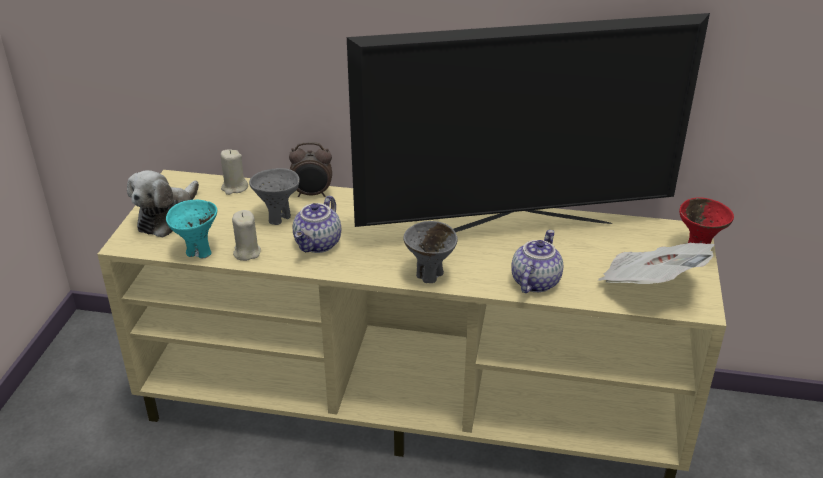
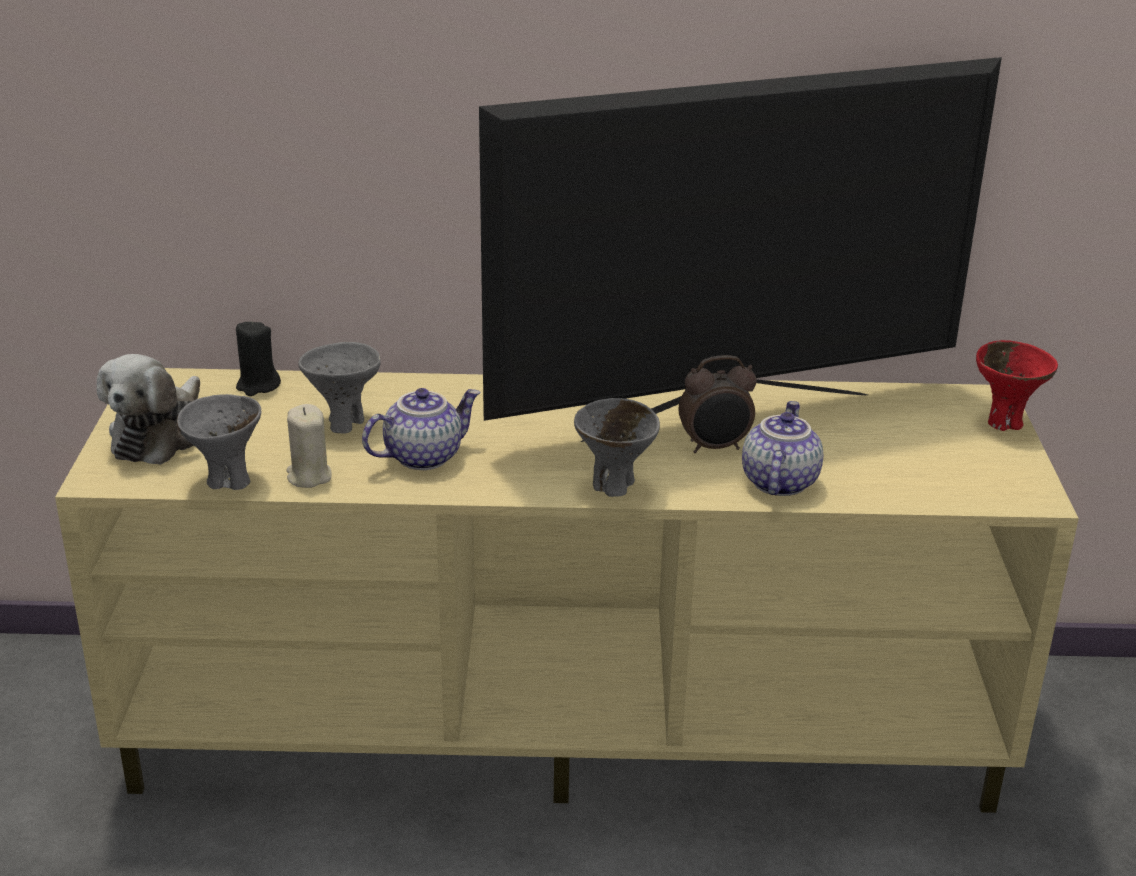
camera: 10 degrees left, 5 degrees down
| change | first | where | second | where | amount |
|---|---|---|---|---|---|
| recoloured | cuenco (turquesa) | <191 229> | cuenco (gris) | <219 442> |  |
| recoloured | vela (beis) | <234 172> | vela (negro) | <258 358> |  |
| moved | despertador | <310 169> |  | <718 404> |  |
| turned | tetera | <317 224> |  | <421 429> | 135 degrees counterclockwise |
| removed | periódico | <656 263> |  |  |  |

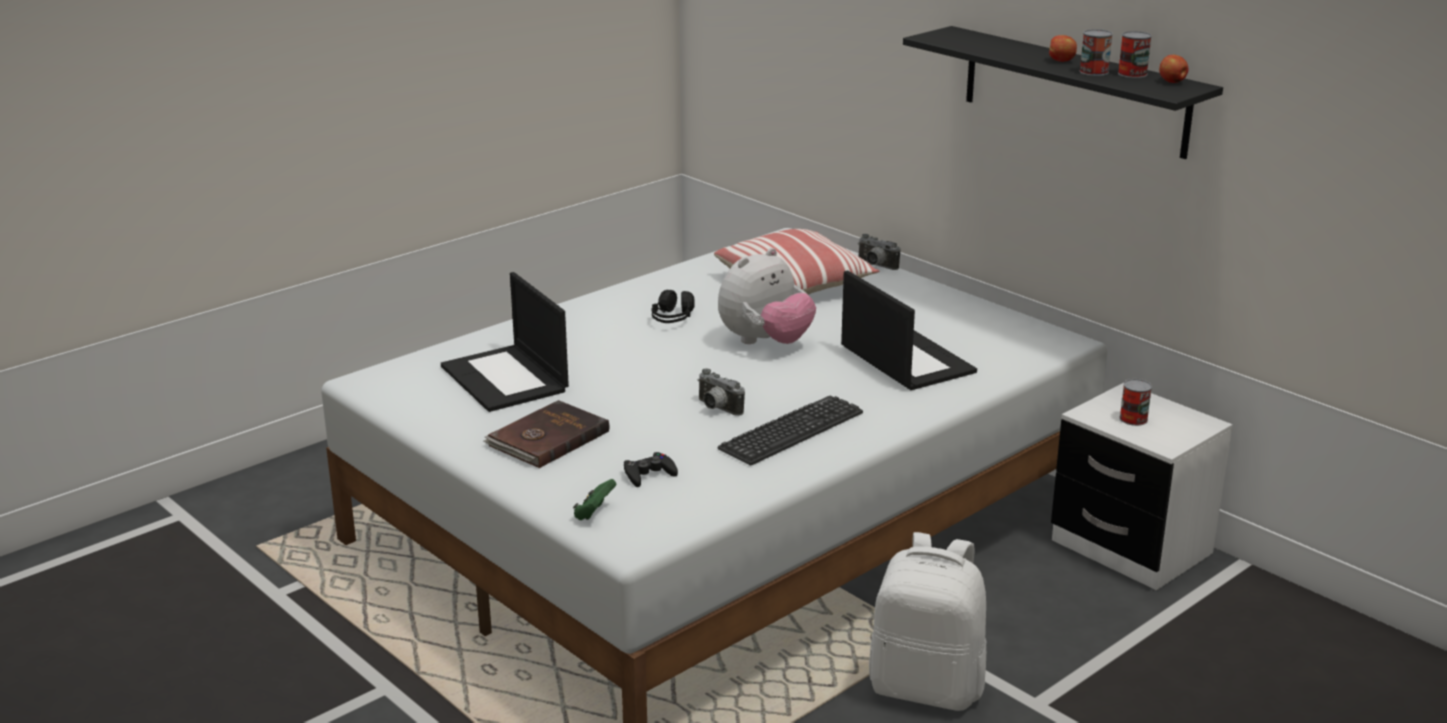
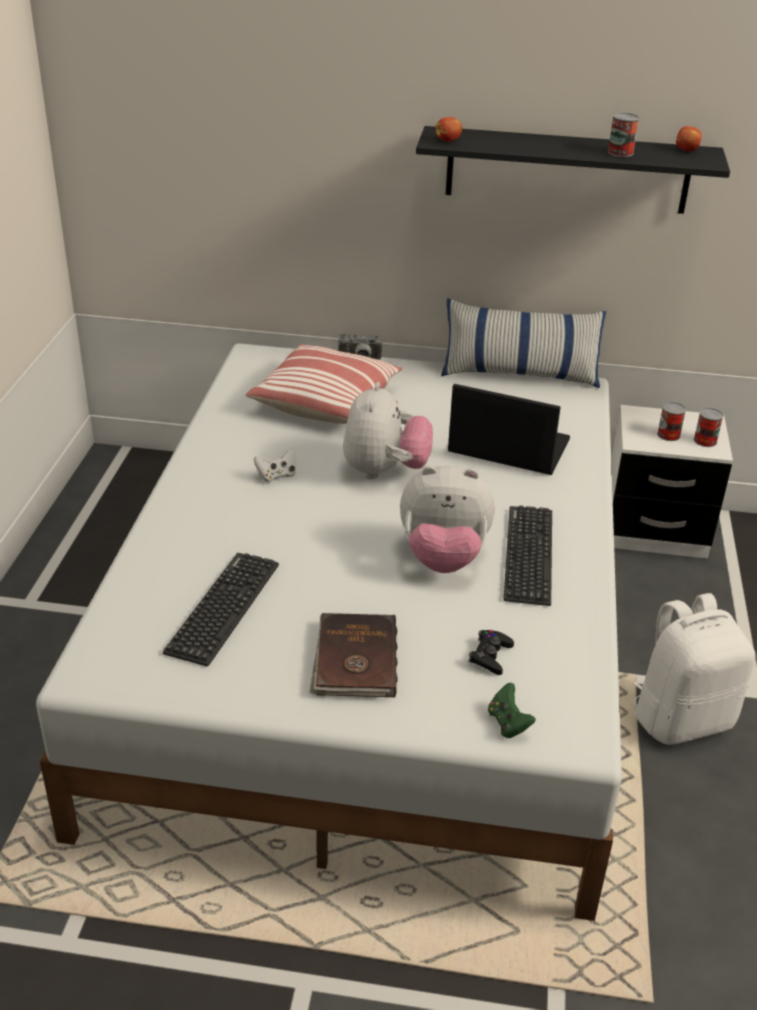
camera: 40 degrees left, 10 degrees up
| change | first | where | second | where | amount |
|---|---|---|---|---|---|
| replaced | portátil | <505 342> | teclado | <221 609> |  |
| replaced | auriculares (negro) | <673 306> | mando de consola (blanco) | <275 465> |  |
| replaced | cámara | <721 392> | peluche | <447 519> |  |
| moved | manzana | <1063 48> |  | <448 129> |  |
| moved | lata | <1135 54> |  | <709 427> |  |
| added |  |  | cojín | <523 343> |  |

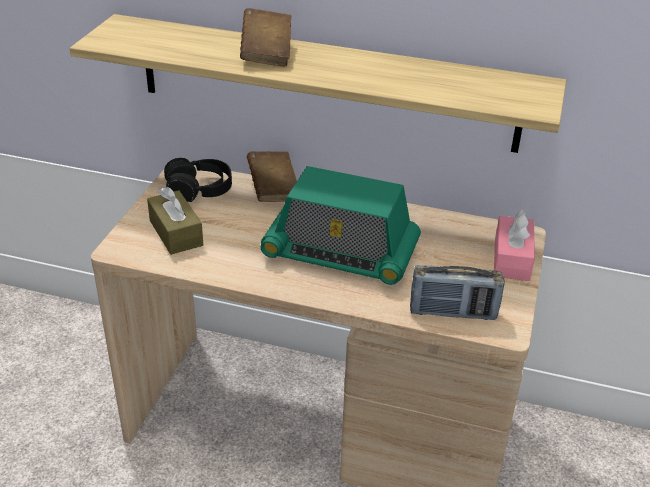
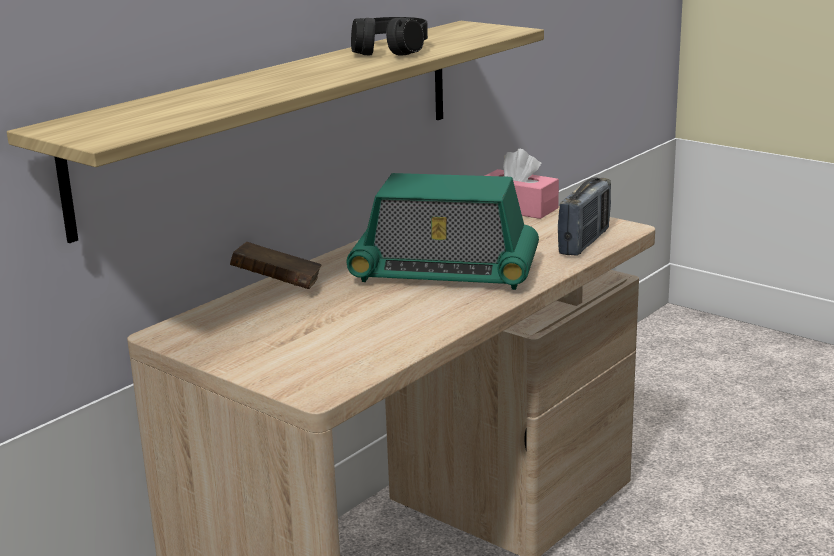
camera: 65 degrees left, 15 degrees down
| change | first | where | second | where | amount |
|---|---|---|---|---|---|
| removed | caja de pañuelos (marrón) | <175 221> |  |  |  |
| moved | auriculares (negro) | <198 180> |  | <389 36> |  |
| removed | libro (marrón) | <265 37> |  |  |  |
| turned | radio | <340 225> |  | <443 231> | 60 degrees clockwise |

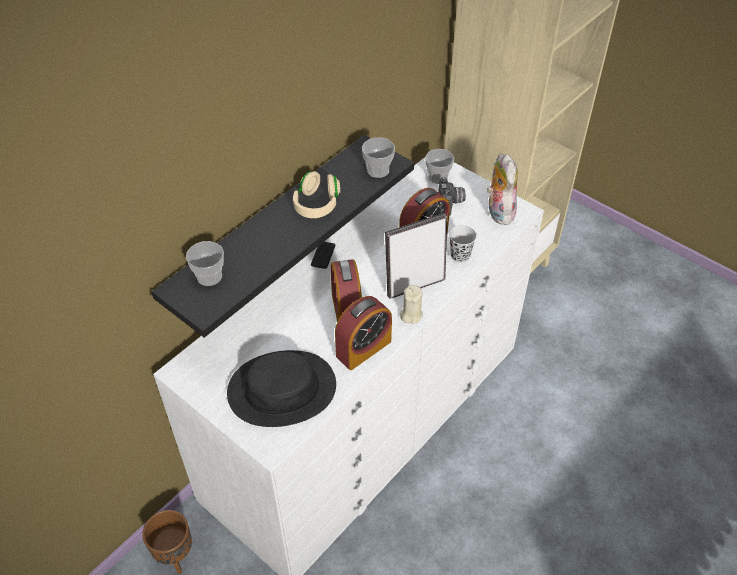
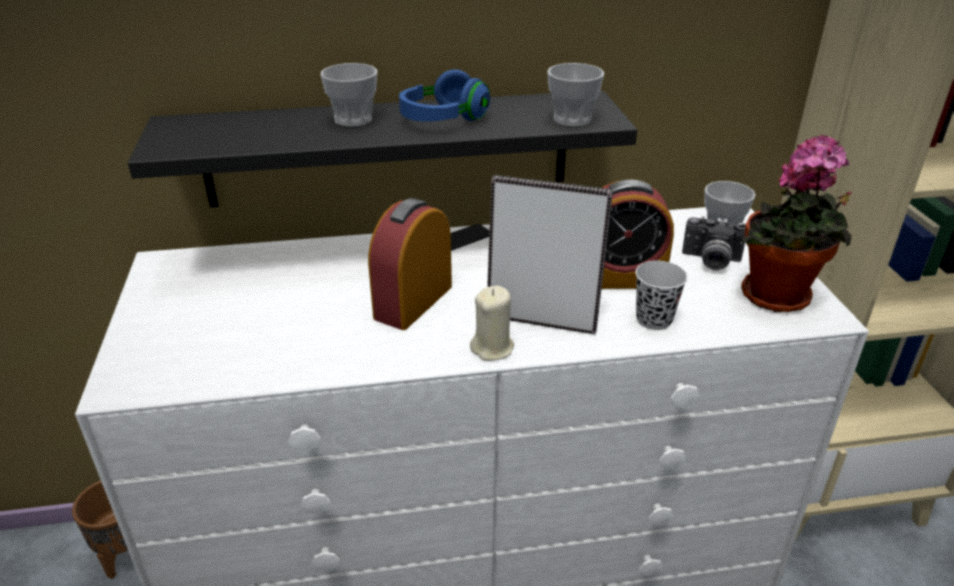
camera: 40 degrees right, 15 degrees down
| change | first | where | second | where | amount |
|---|---|---|---|---|---|
| moved | taza | <205 263> |  | <349 95> |  |
| removed | sombrero (negro) | <281 388> |  |  |  |
| recoloured | auriculares (beis) | <316 194> | auriculares (azul) | <444 95> |  |
| removed | despertador | <363 333> |  |  |  |
| turned | cámara | <452 196> |  | <714 243> | 75 degrees clockwise |
| replaced | peluche | <502 189> | planta en maceta | <796 223> |  |

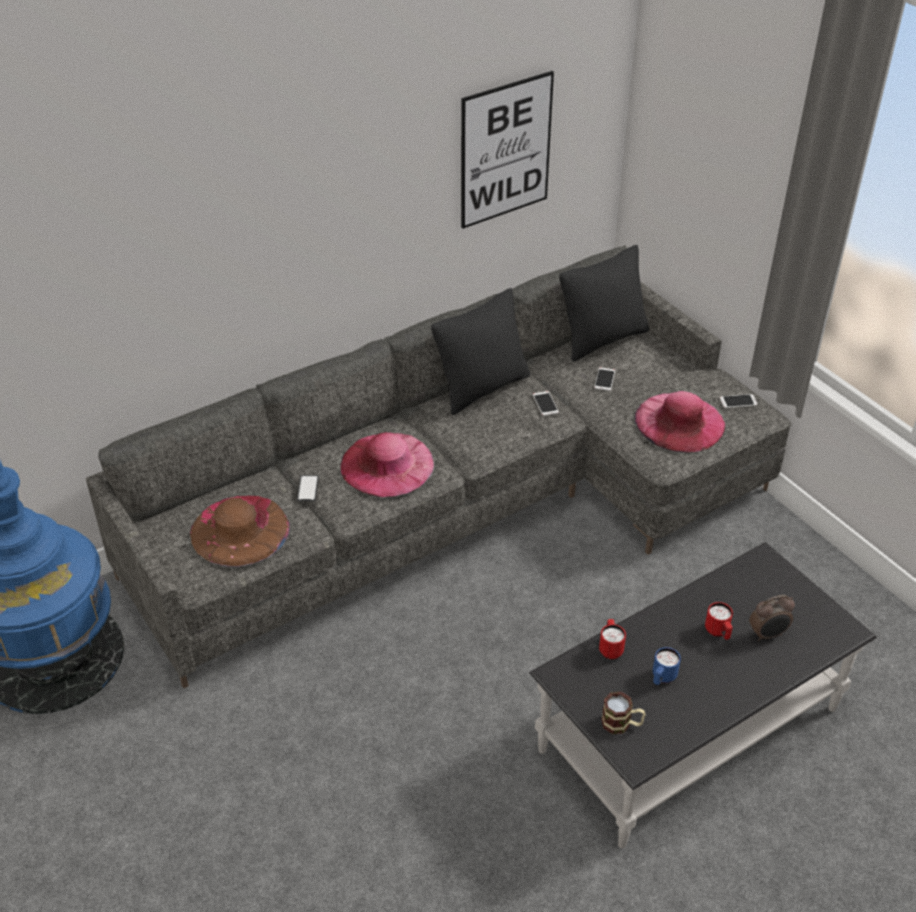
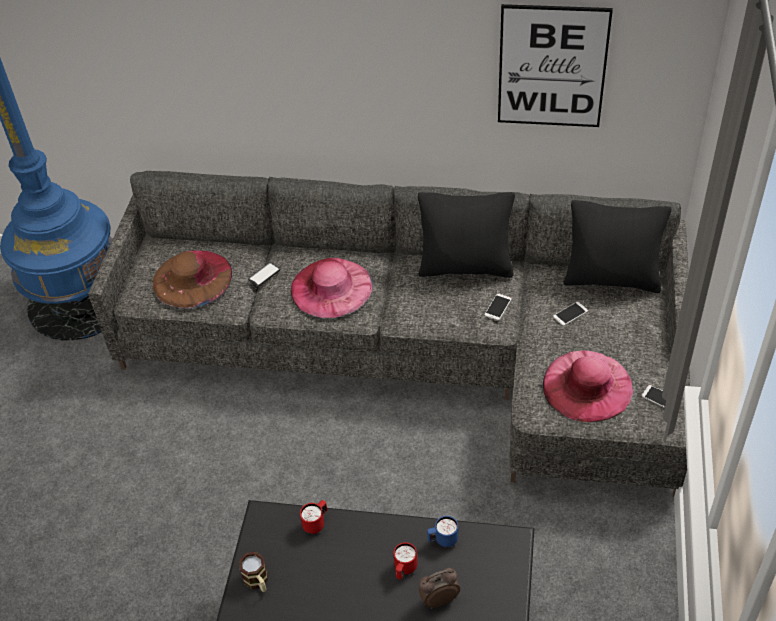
camera: 45 degrees right, 5 degrees up
| change | first | where | second | where | amount |
|---|---|---|---|---|---|
| moved | taza grande (azul) | <667 666> |  | <442 531> |  |
| turned | despertador | <772 618> |  | <439 588> | 135 degrees clockwise |

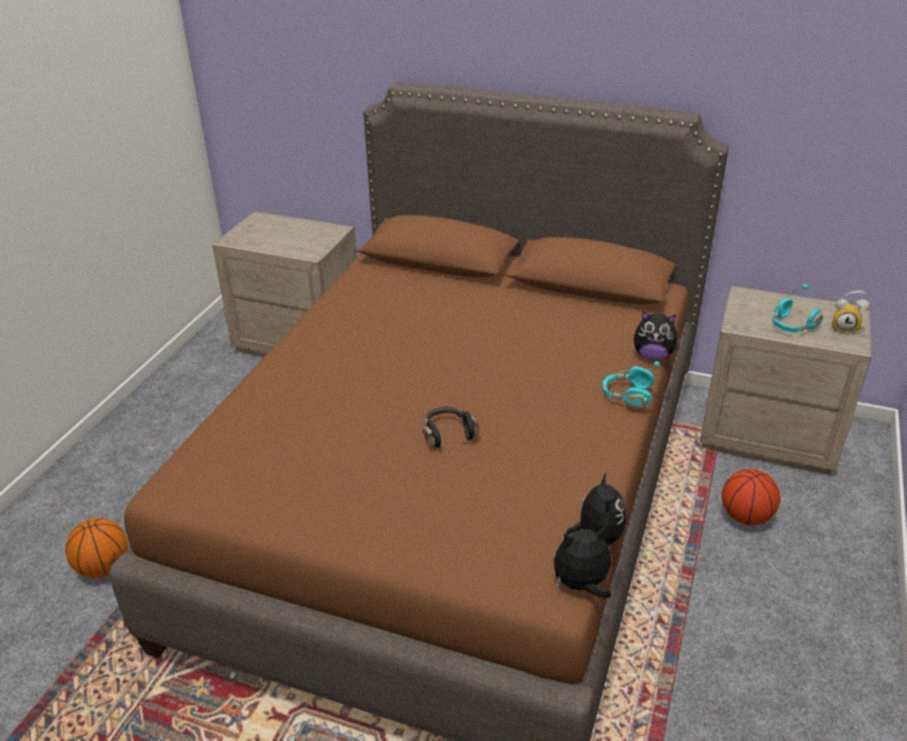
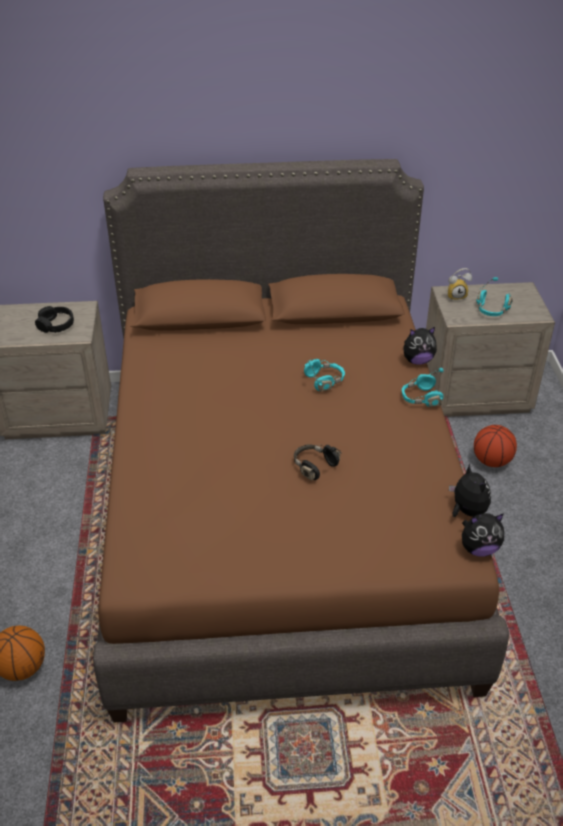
camera: 25 degrees left, 5 degrees up
| change | first | where | second | where | amount |
|---|---|---|---|---|---|
| turned | peluche | <582 561> |  | <483 535> | 150 degrees counterclockwise |
| moved | despertador | <851 312> |  | <460 284> |  |
| added |  |  | auriculares (negro) | <54 319> |  |
| added |  |  | auriculares (turquesa) | <324 375> |  |

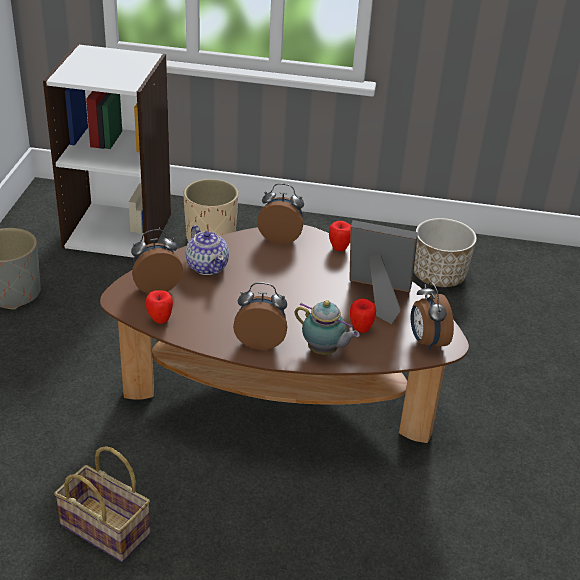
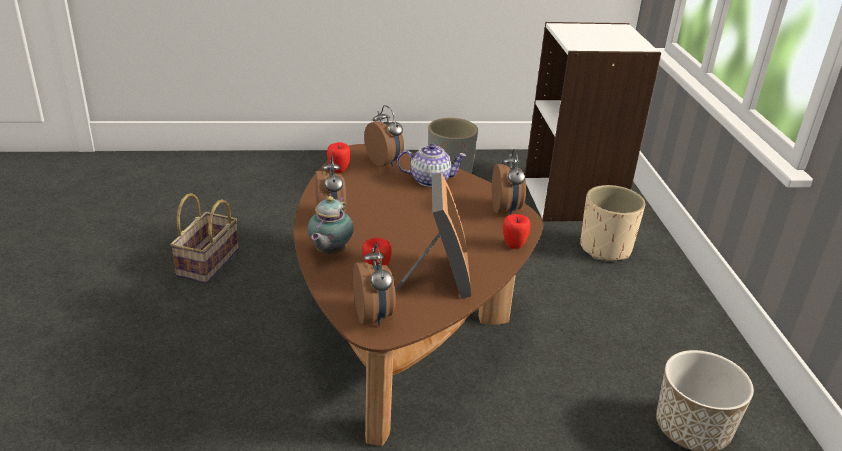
camera: 75 degrees right, 5 degrees down
| change | first | where | second | where | amount |
|---|---|---|---|---|---|
| turned | tetera | <207 250> |  | <432 165> | 135 degrees counterclockwise |
| turned | despertador | <432 316> |  | <374 285> | 105 degrees clockwise |

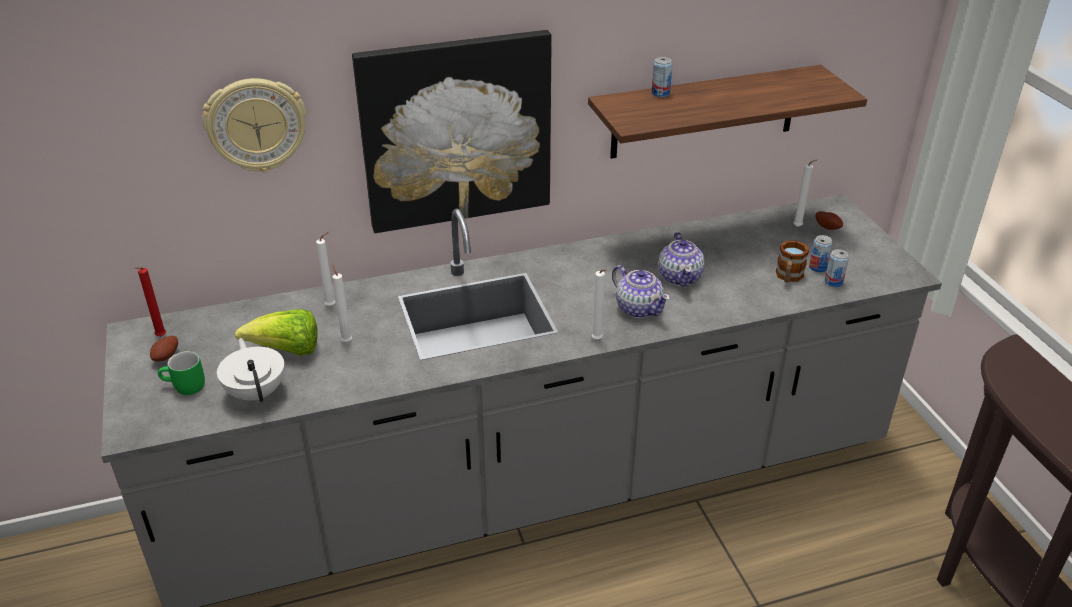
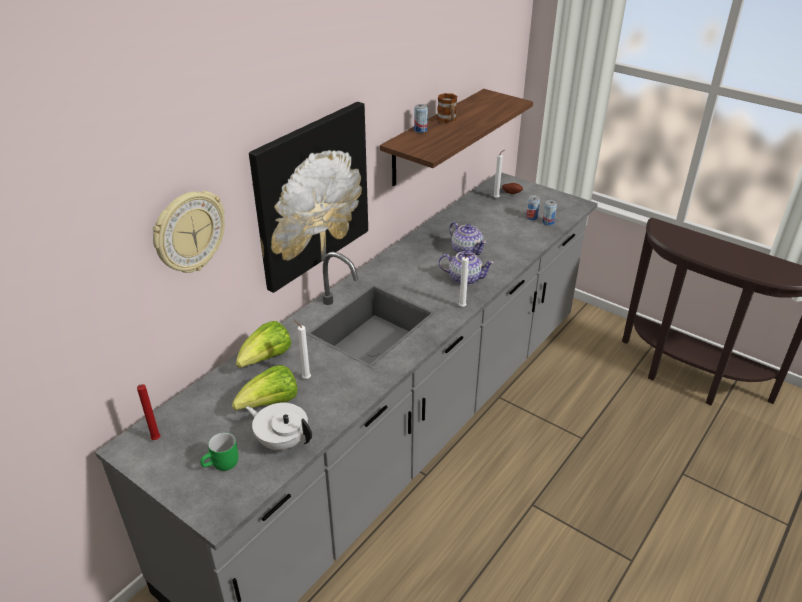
camera: 35 degrees left, 0 degrees up
| change | first | where | second | where | amount |
|---|---|---|---|---|---|
| removed | patata | <164 348> |  |  |  |
| replaced | vela (blanco) | <325 269> | lechuga | <263 344> |  |
| moved | taza grande | <792 262> |  | <447 108> |  |

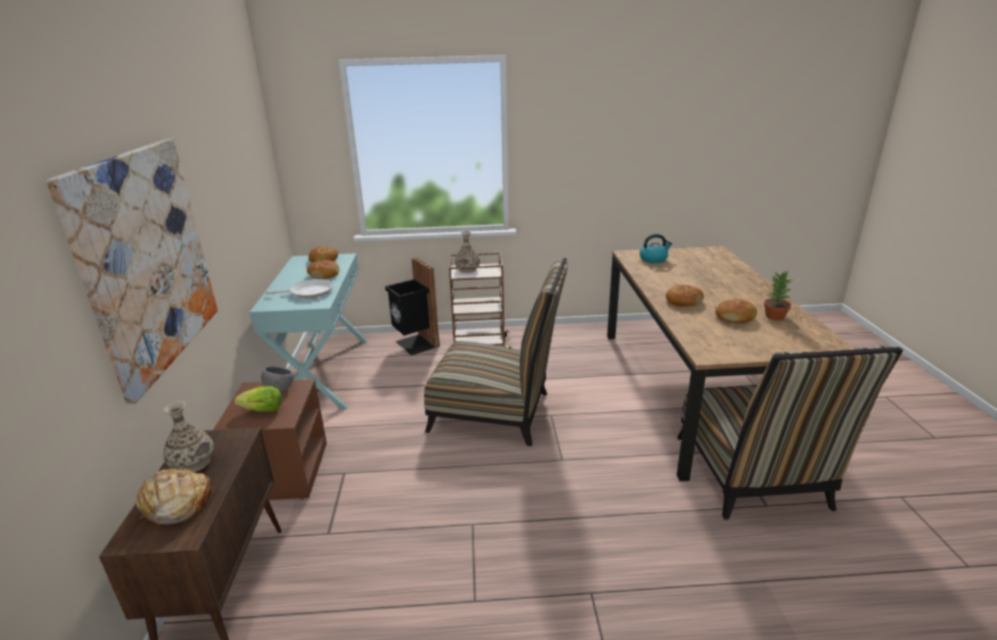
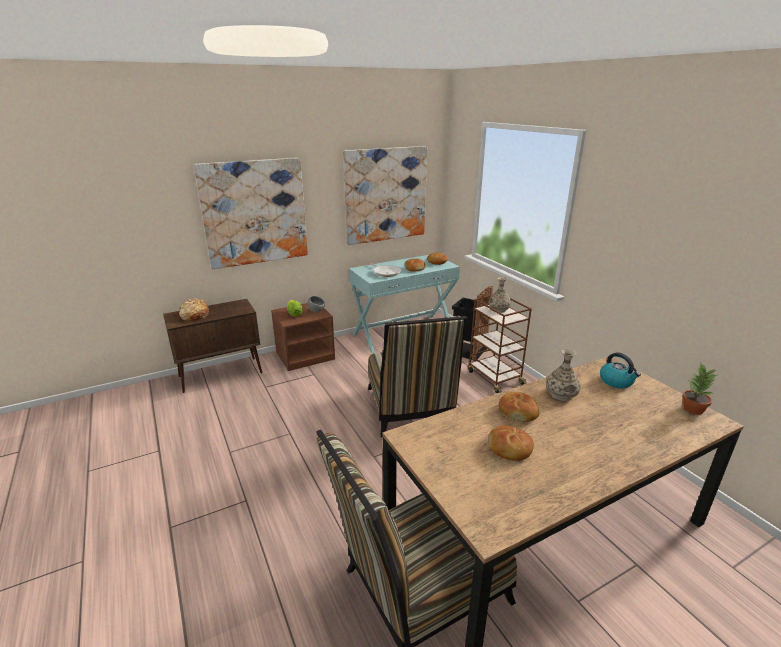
camera: 65 degrees right, 0 degrees up
| change | first | where | second | where | amount |
|---|---|---|---|---|---|
| moved | florero | <188 436> |  | <563 375> |  |
| moved | planta en maceta | <778 295> |  | <699 389> |  |
| added |  |  | cuadro | <385 195> |  |

